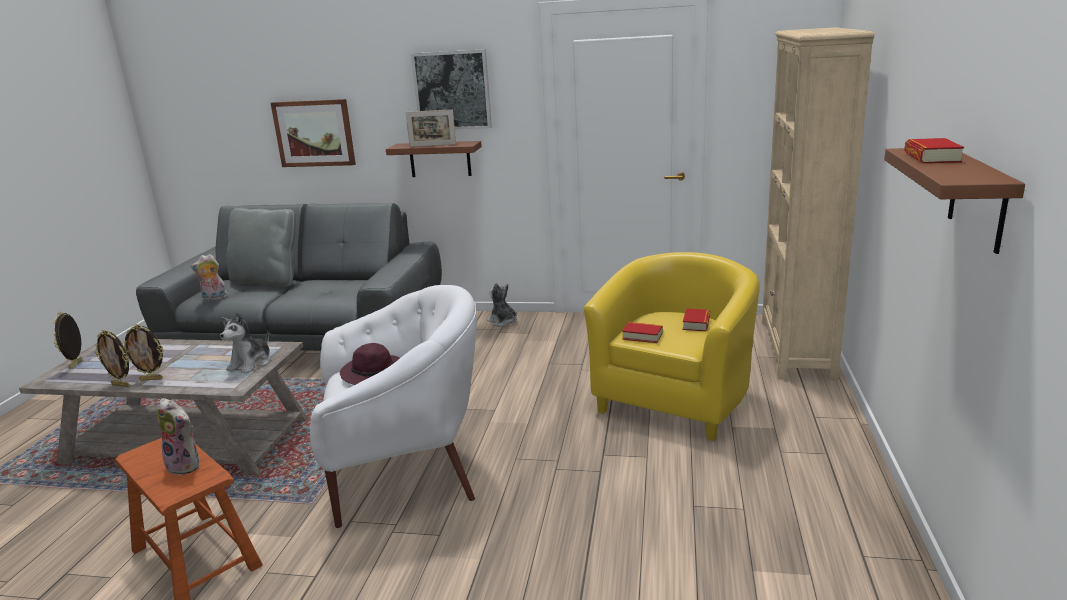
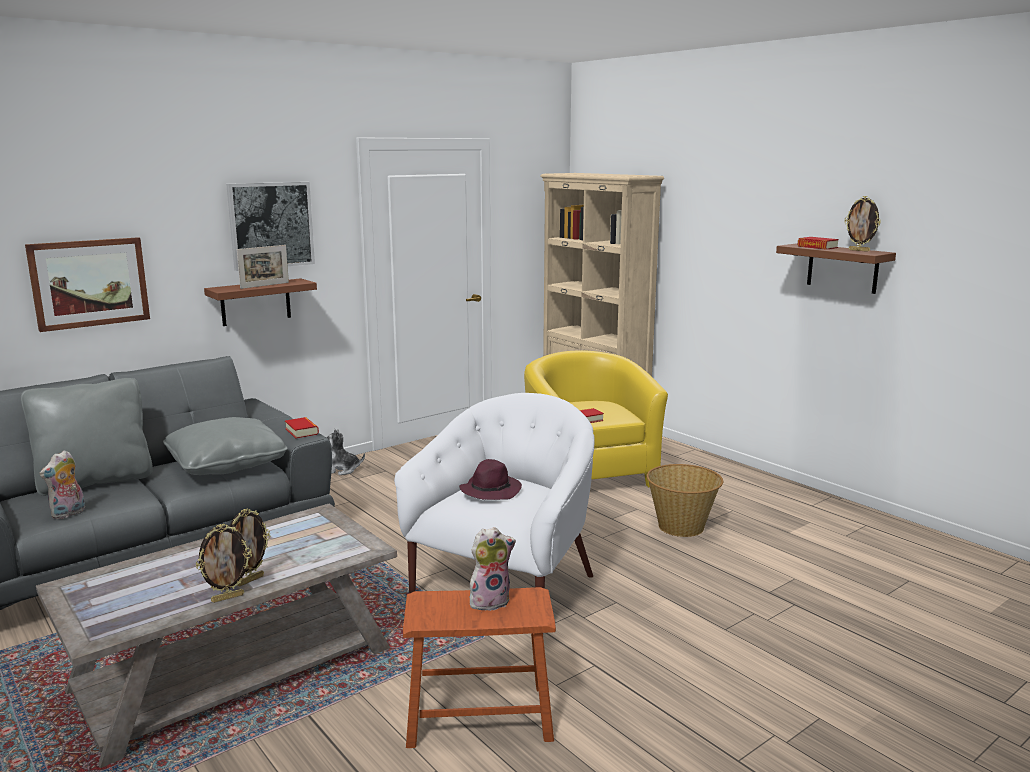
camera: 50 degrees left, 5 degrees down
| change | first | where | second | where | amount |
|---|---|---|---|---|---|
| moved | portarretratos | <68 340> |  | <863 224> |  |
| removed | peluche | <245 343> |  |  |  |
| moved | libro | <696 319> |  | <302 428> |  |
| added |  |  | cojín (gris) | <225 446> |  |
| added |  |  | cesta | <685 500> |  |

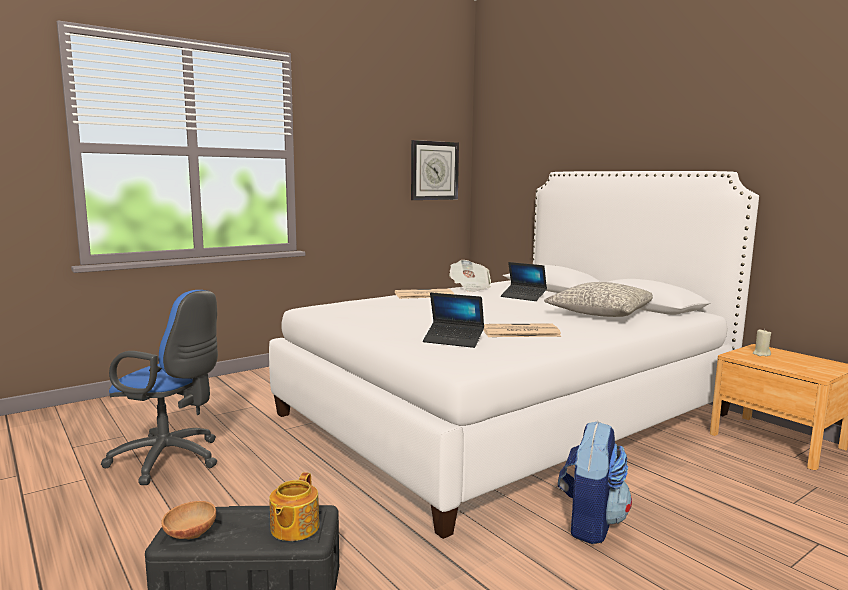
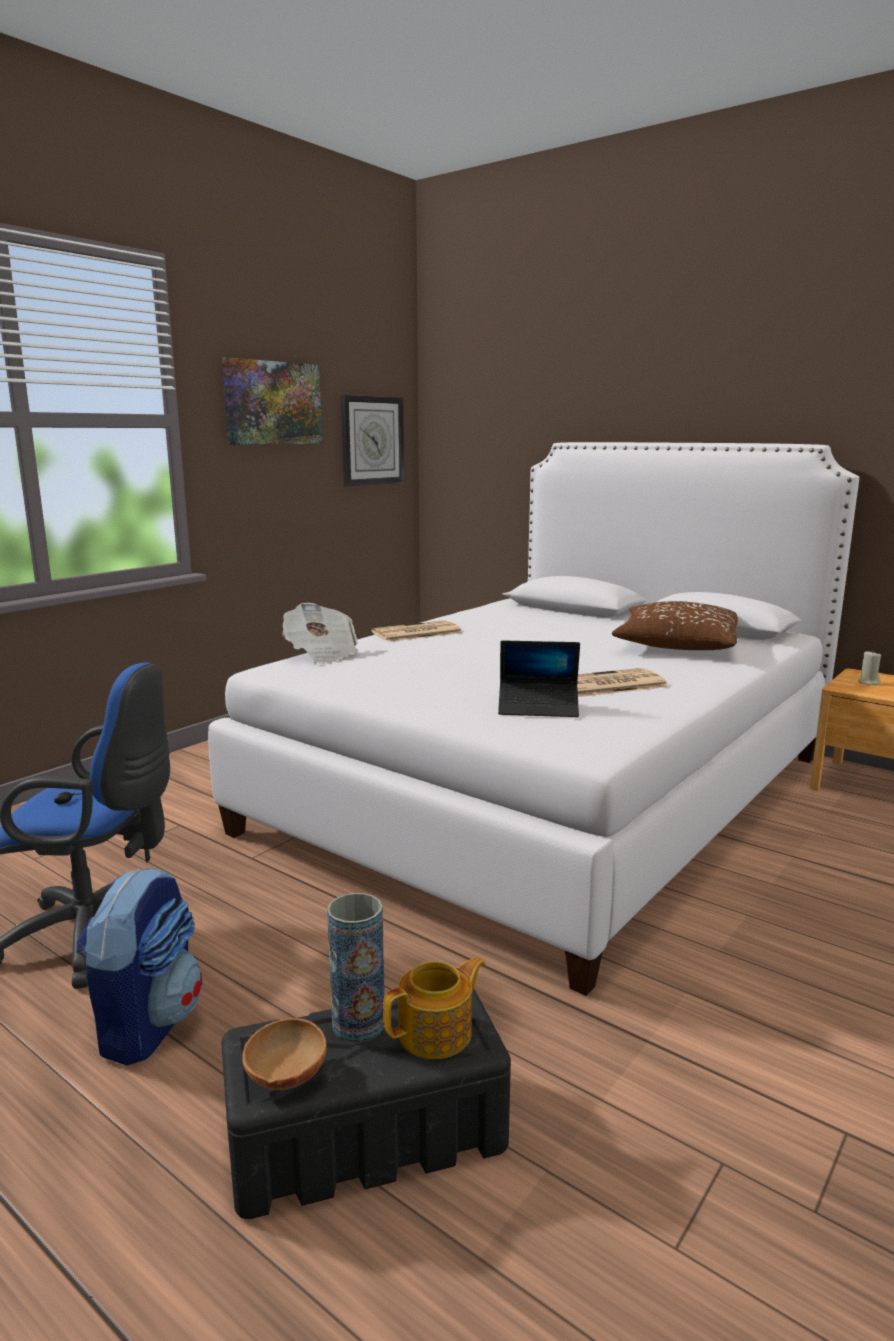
camera: 15 degrees left, 5 degrees up
| change | first | where | second | where | amount |
|---|---|---|---|---|---|
| turned | tetera | <294 506> |  | <434 1007> | 120 degrees counterclockwise |
| moved | periódico | <470 276> |  | <320 633> |  |
| removed | portátil | <524 281> |  |  |  |
| recoloured | cojín (gris) | <598 299> | cojín (marrón) | <675 625> |  |
| moved | mochila | <595 482> |  | <139 966> |  |
| added |  |  | cuadro | <272 401> |  |
| added |  |  | florero | <356 967> |  |

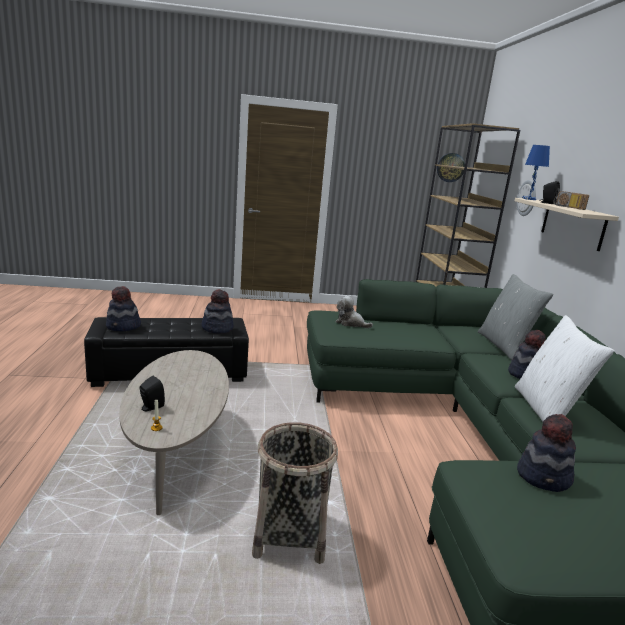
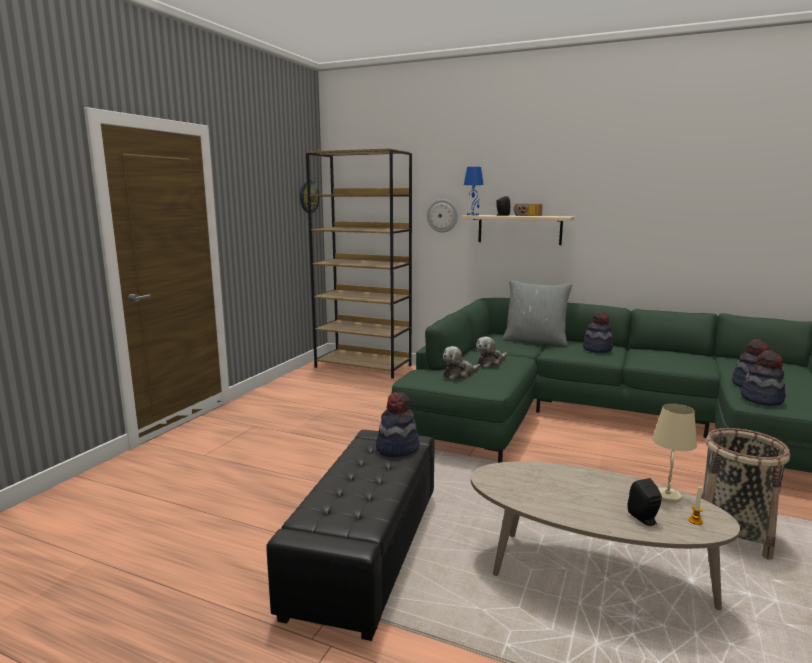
camera: 60 degrees left, 5 degrees down
| change | first | where | second | where | amount |
|---|---|---|---|---|---|
| moved | sombrero | <123 308> |  | <763 378> |  |
| removed | cojín (blanco) | <565 368> |  |  |  |
| added |  |  | peluche | <491 352> |  |
| added |  |  | lámpara de mesa (beis) | <674 453> |  |

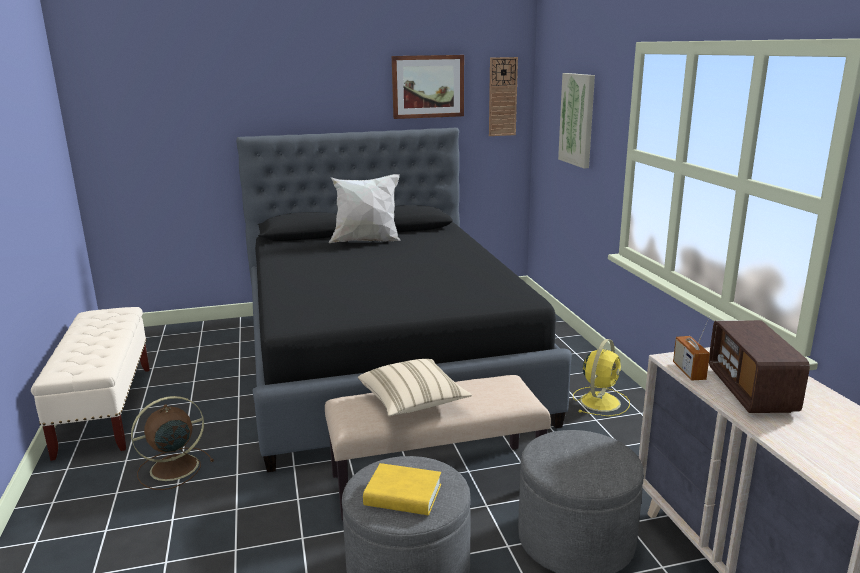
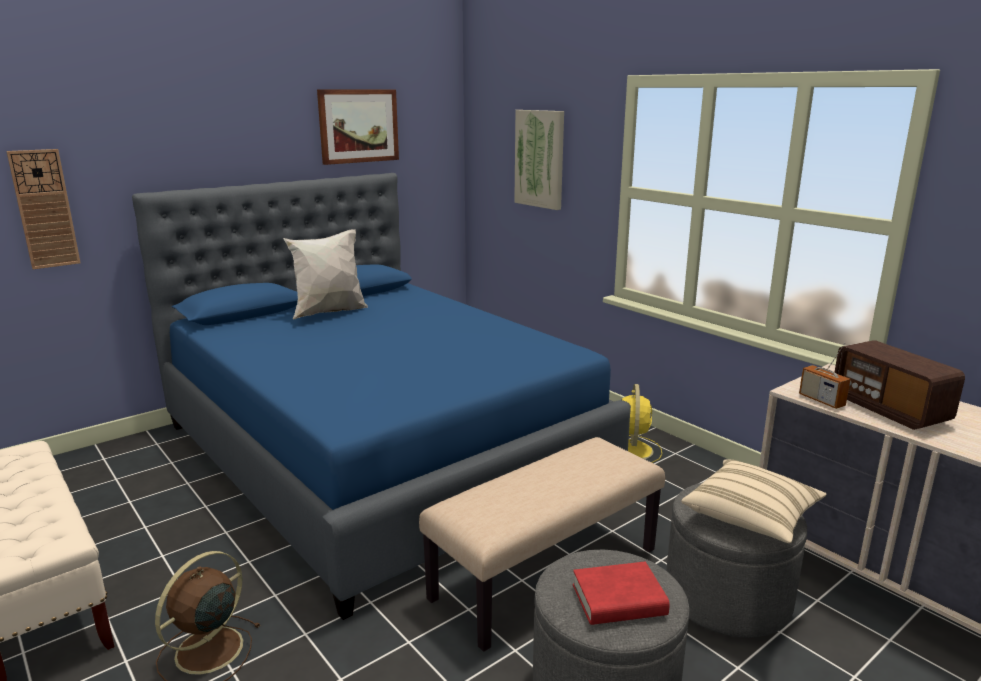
camera: 25 degrees left, 0 degrees up
| change | first | where | second | where | amount |
|---|---|---|---|---|---|
| recoloured | cama (negro) | <404 300> | cama (azul) | <381 396> |  |
| moved | cojín (beis) | <415 387> |  | <753 501> |  |
| recoloured | libro (amarillo) | <402 489> | libro (rojo) | <621 593> |  |
| moved | reloj de pared | <503 96> |  | <43 209> |  |

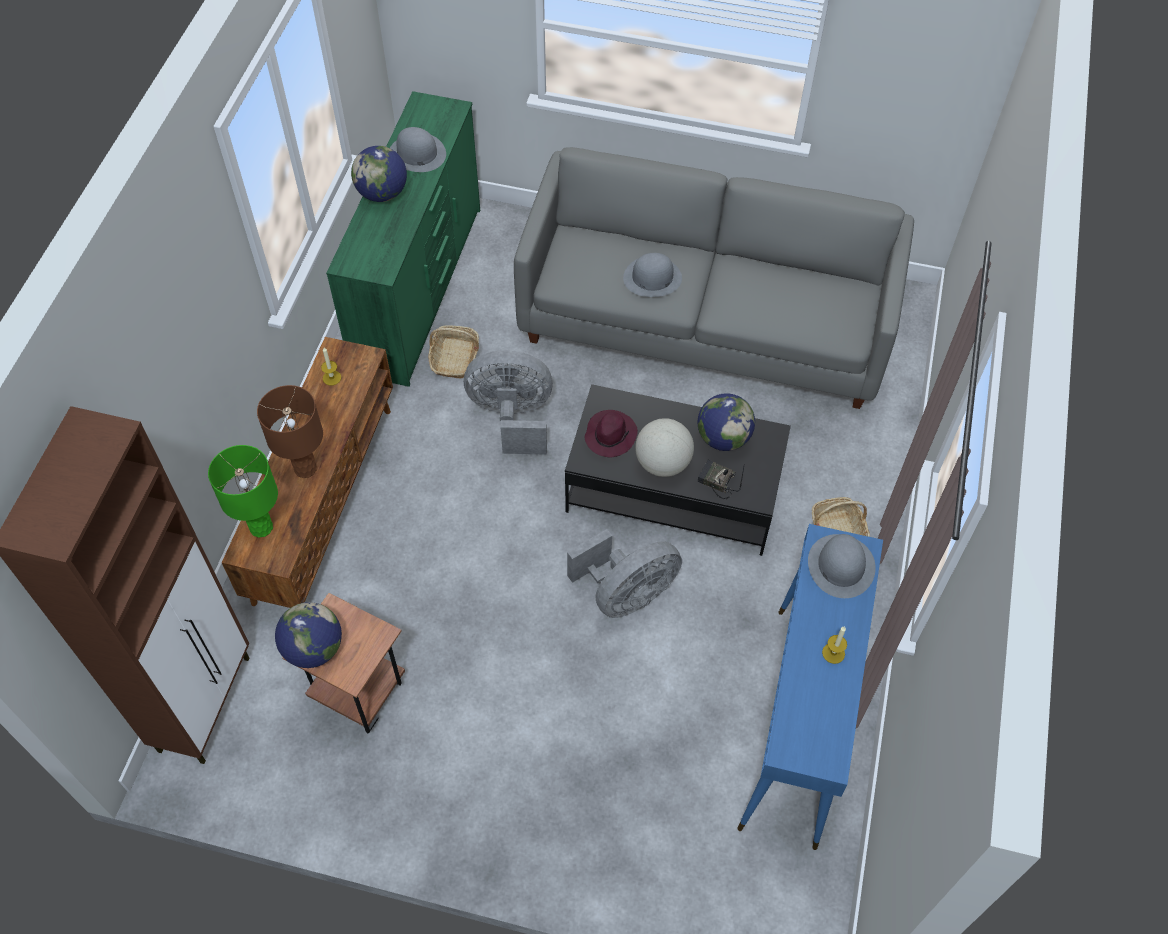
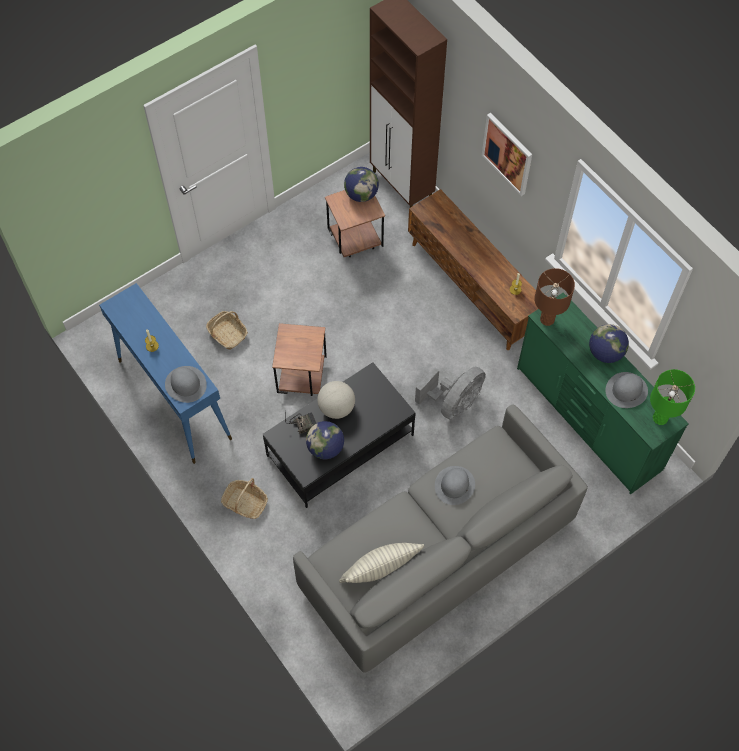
camera: 130 degrees right, 5 degrees up
| change | first | where | second | where | amount |
|---|---|---|---|---|---|
| moved | lámpara de mesa (verde) | <243 491> |  | <672 397> |  |
| moved | lámpara de mesa (marrón) | <290 431> |  | <554 297> |  |
| moved | cesta | <453 351> |  | <227 330> |  |
| replaced | ventilador (gris) | <624 573> | mesa auxiliar (marrón) | <299 359> |  |
| removed | sombrero (morado) | <611 434> |  |  |  |
| added |  |  | cojín | <381 563> |  |
| added |  |  | cuadro | <507 154> |  |

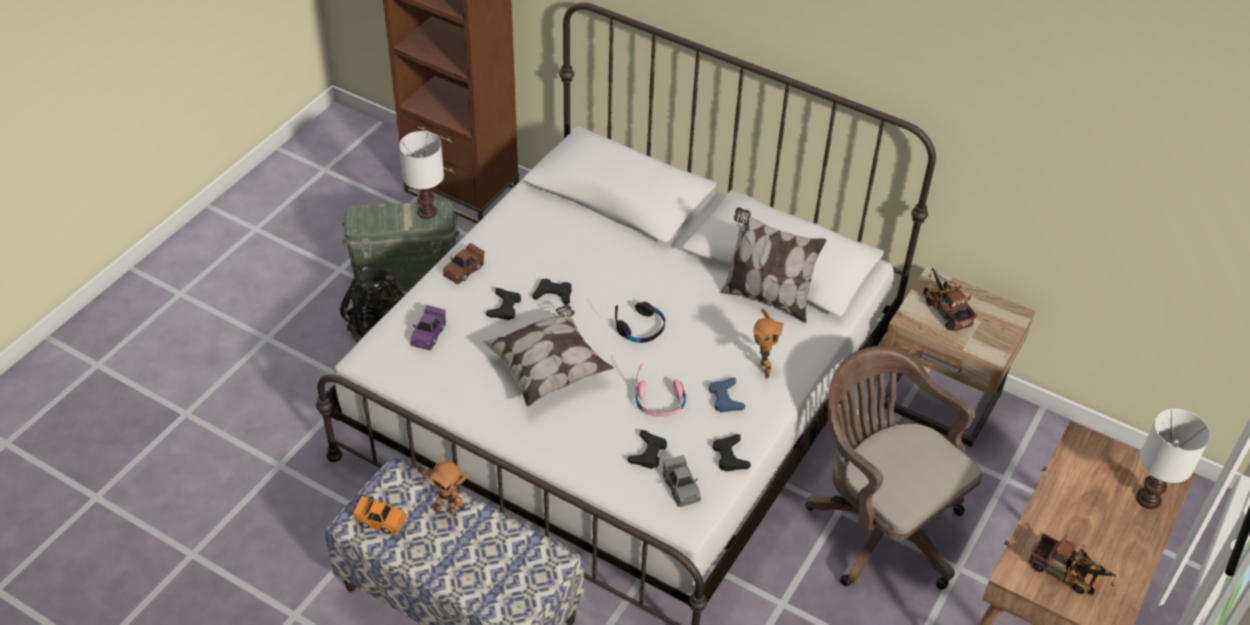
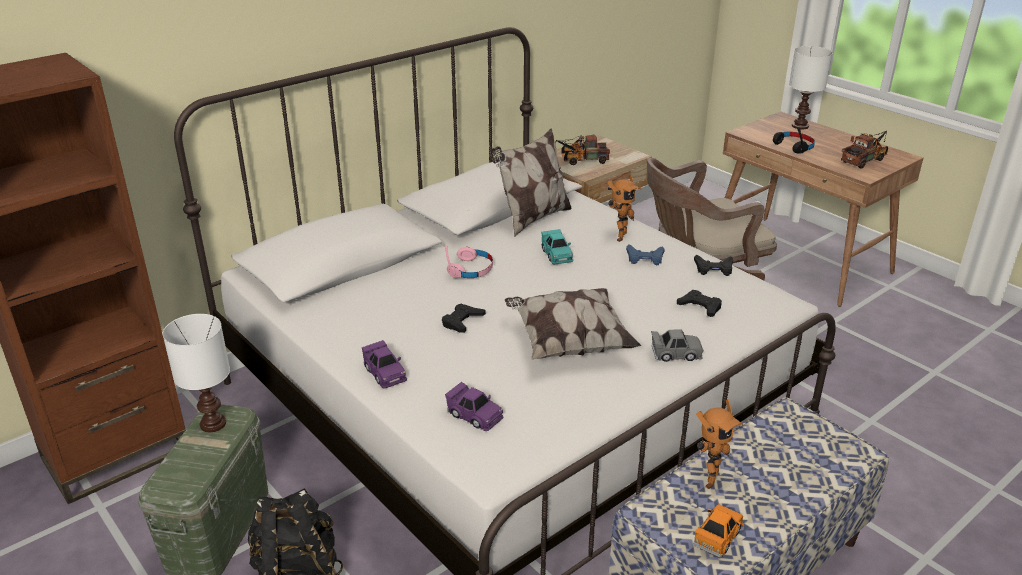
camera: 70 degrees left, 15 degrees down
| change | first | where | second | where | amount |
|---|---|---|---|---|---|
| recoloured | coche de juguete (marrón) | <464 263> | coche de juguete (morado) | <384 364> |  |
| removed | mando de consola (negro) | <503 304> |  |  |  |
| moved | auriculares (negro) | <640 322> |  | <794 140> |  |
| moved | auriculares (rosa) | <661 390> |  | <469 261> |  |
| moved | coche de juguete (gris) | <682 481> |  | <677 345> |  |
| turned | robot de juguete | <768 343> |  | <624 208> | 105 degrees clockwise |
| added |  |  | coche de juguete (turquesa) | <557 246> |  |

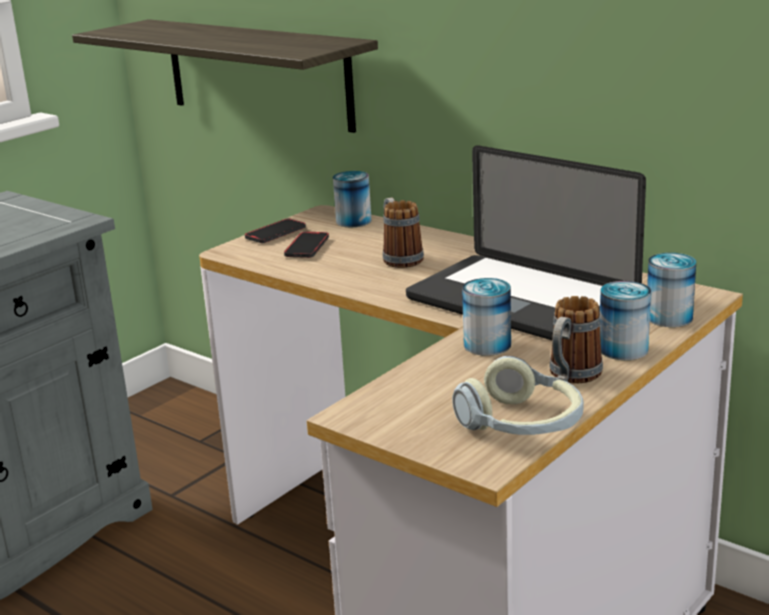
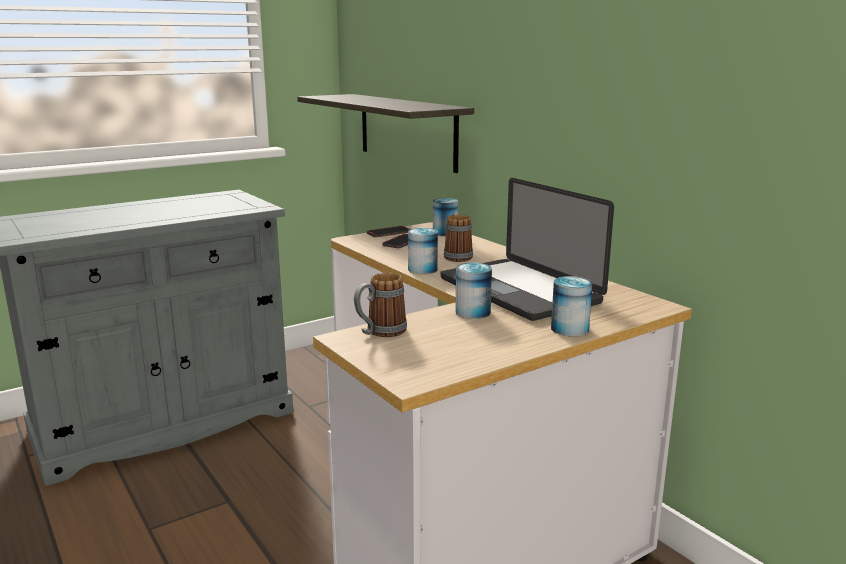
camera: 15 degrees right, 5 degrees down
| change | first | where | second | where | amount |
|---|---|---|---|---|---|
| removed | auriculares | <518 395> |  |  |  |
| moved | taza grande | <576 339> |  | <380 305> |  |
| moved | lata | <671 290> |  | <423 251> |  |

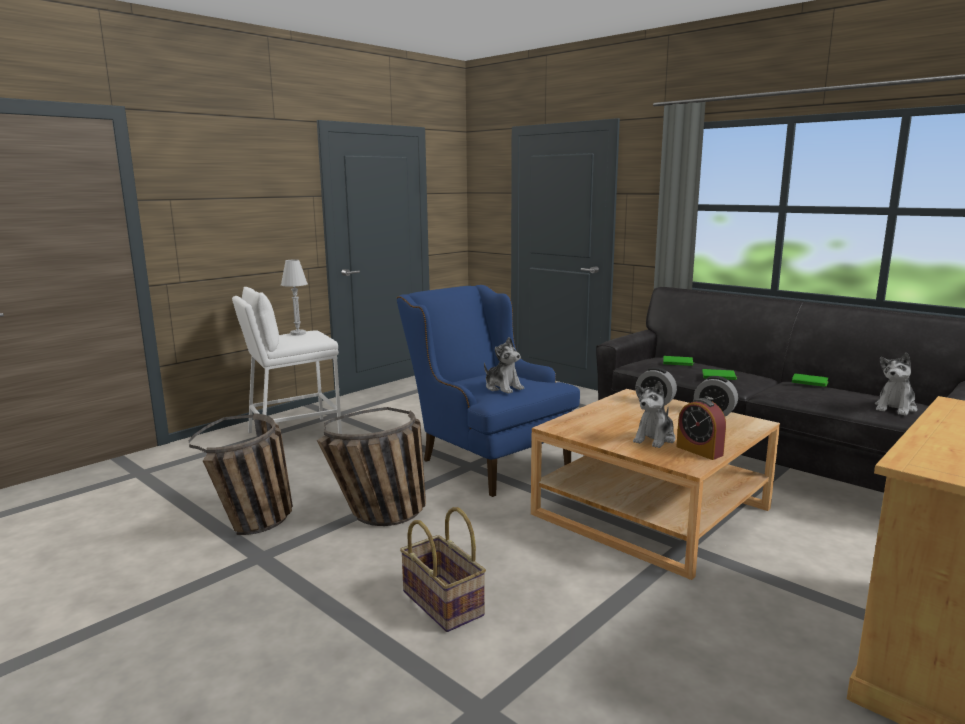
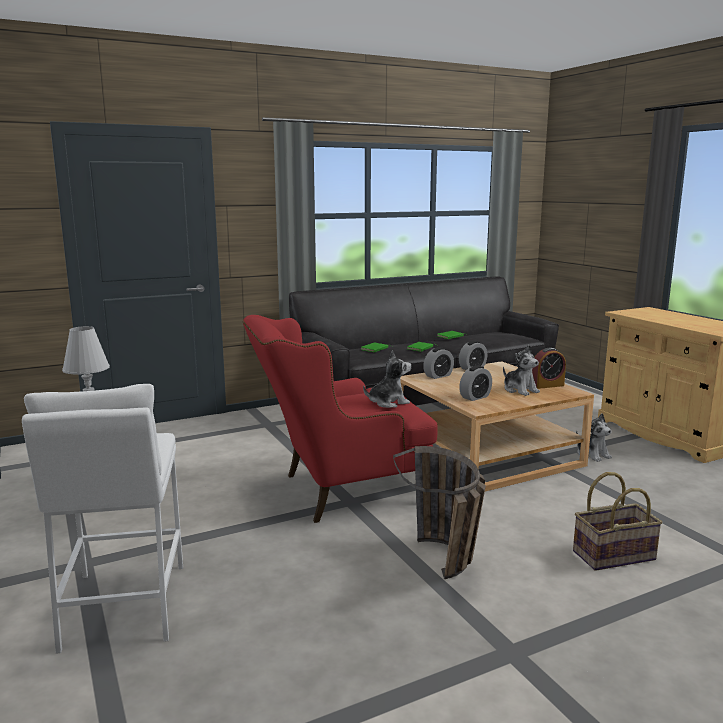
camera: 70 degrees left, 0 degrees up
| change | first | where | second | where | amount |
|---|---|---|---|---|---|
| removed | cesta | <241 474> |  |  |  |
| recoloured | sillón (azul) | <488 391> | sillón (rojo) | <340 419> |  |
| moved | peluche | <896 384> |  | <594 437> |  |
| added |  |  | despertador | <475 383> |  |

